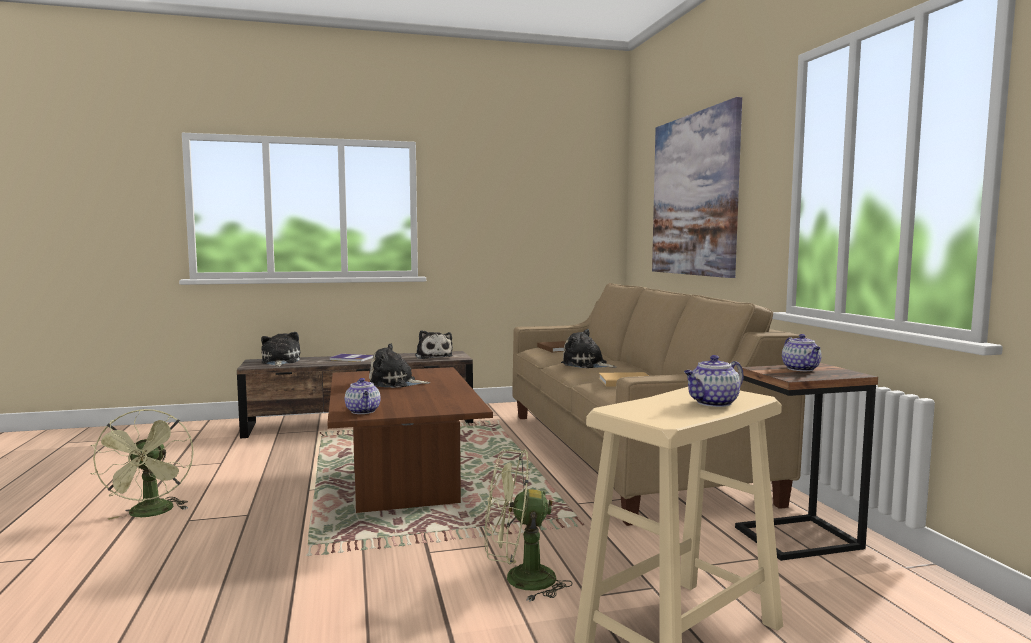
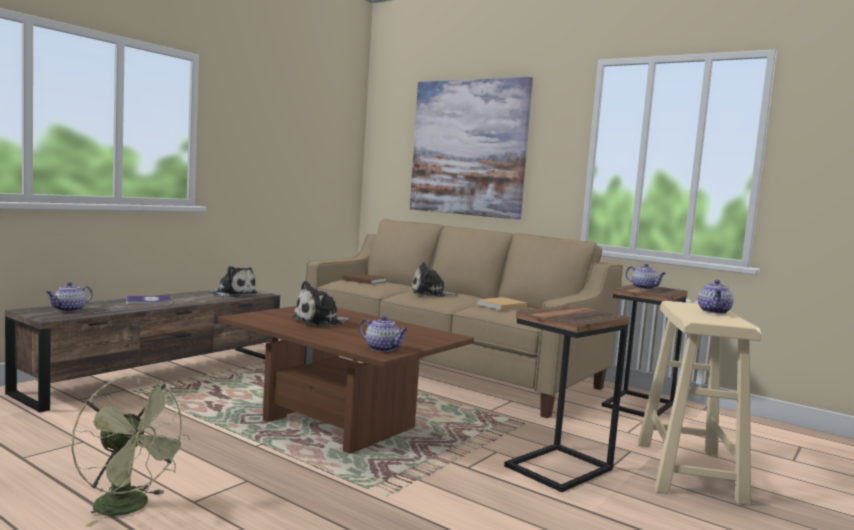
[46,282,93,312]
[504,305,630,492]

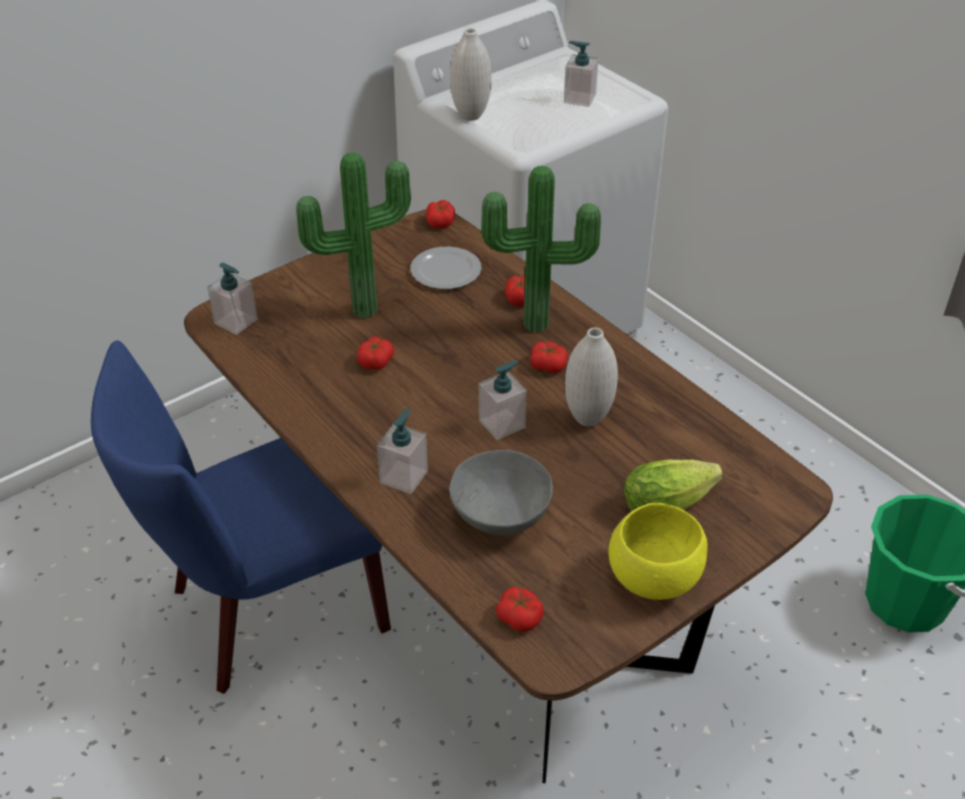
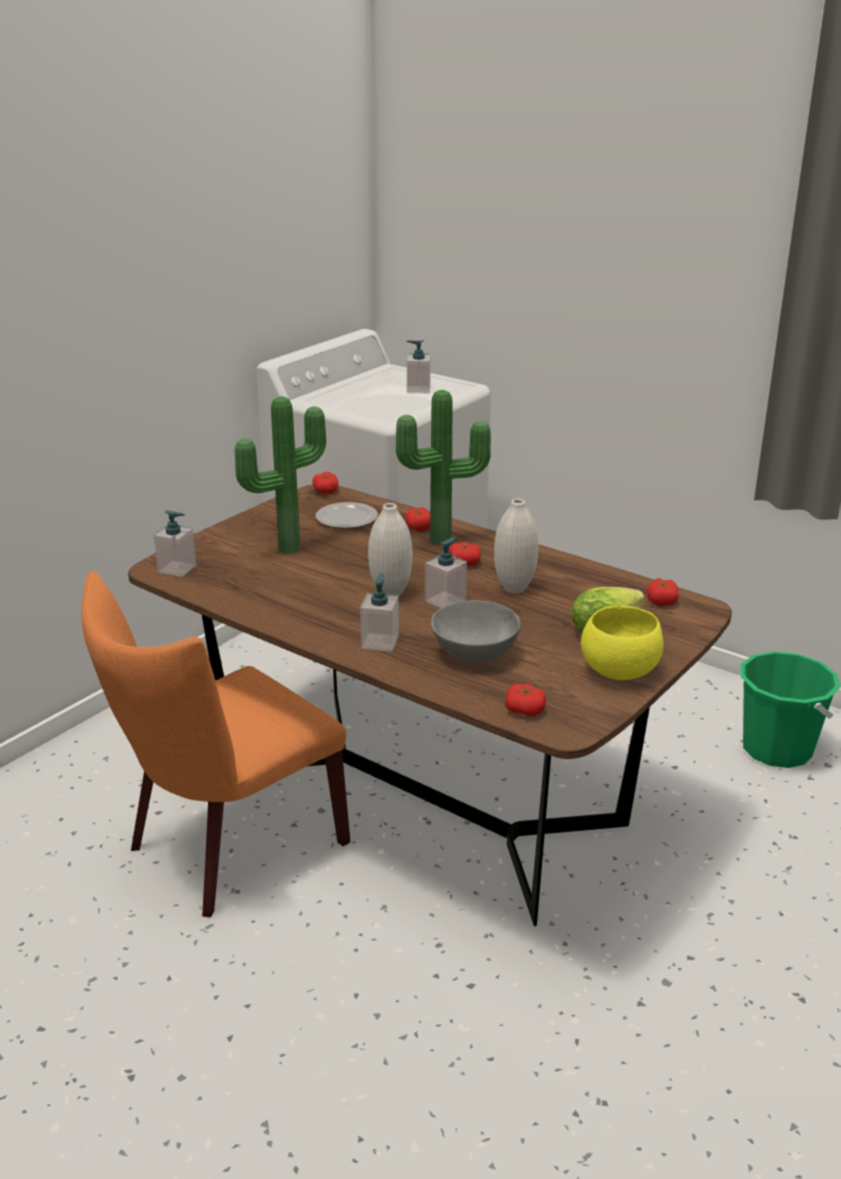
[647,578,679,606]
[368,503,412,597]
[82,571,350,917]

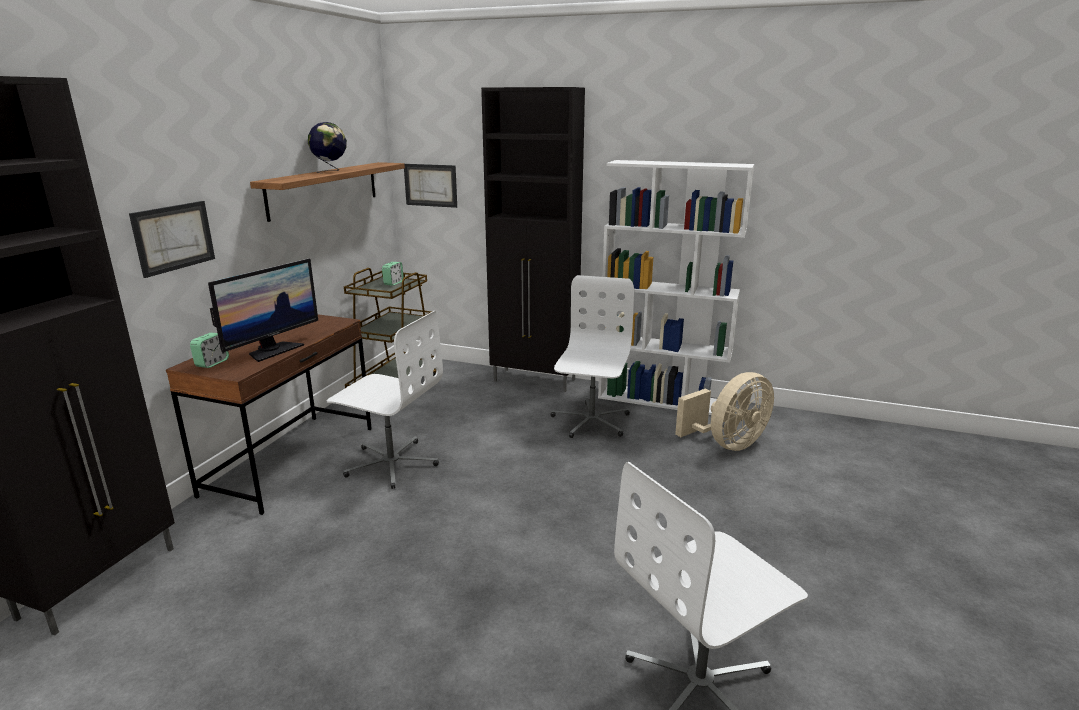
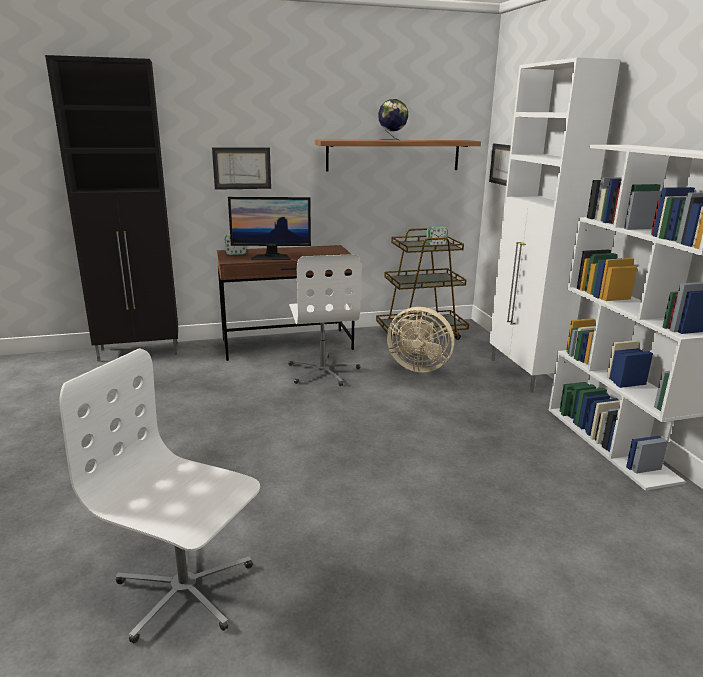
[551,275,634,438] (first image)
[387,307,454,373]
[489,58,621,393]

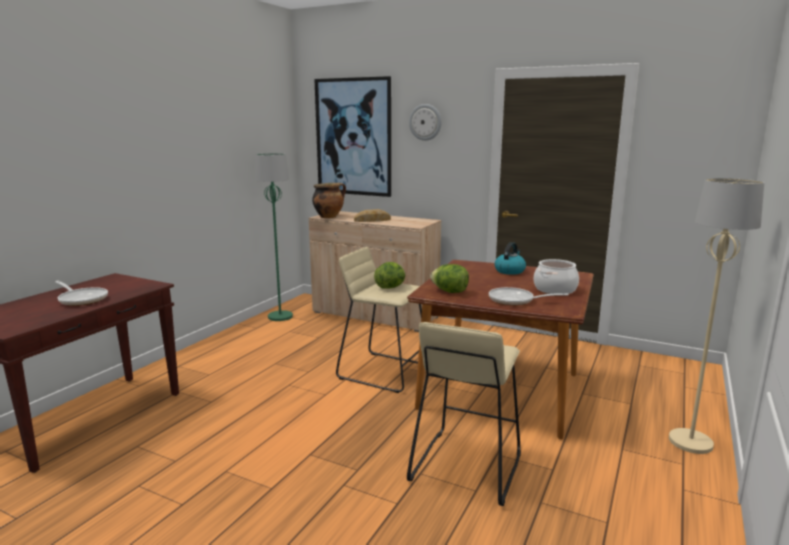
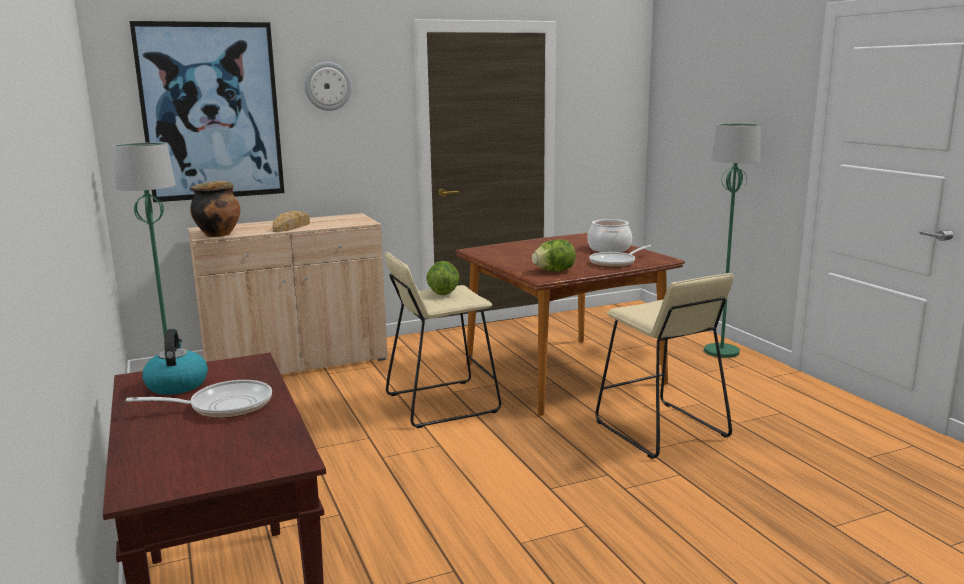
[142,329,208,395]
[704,123,761,358]

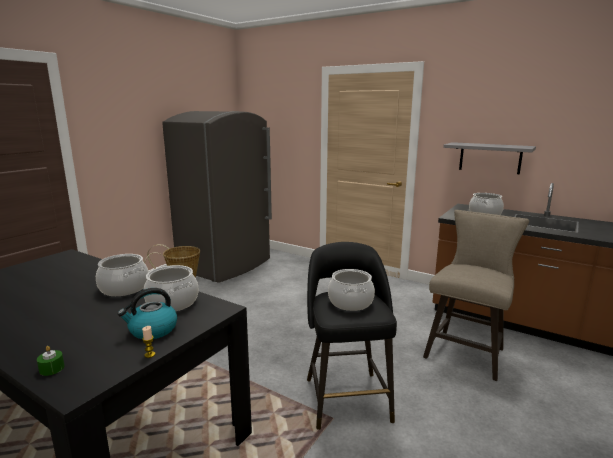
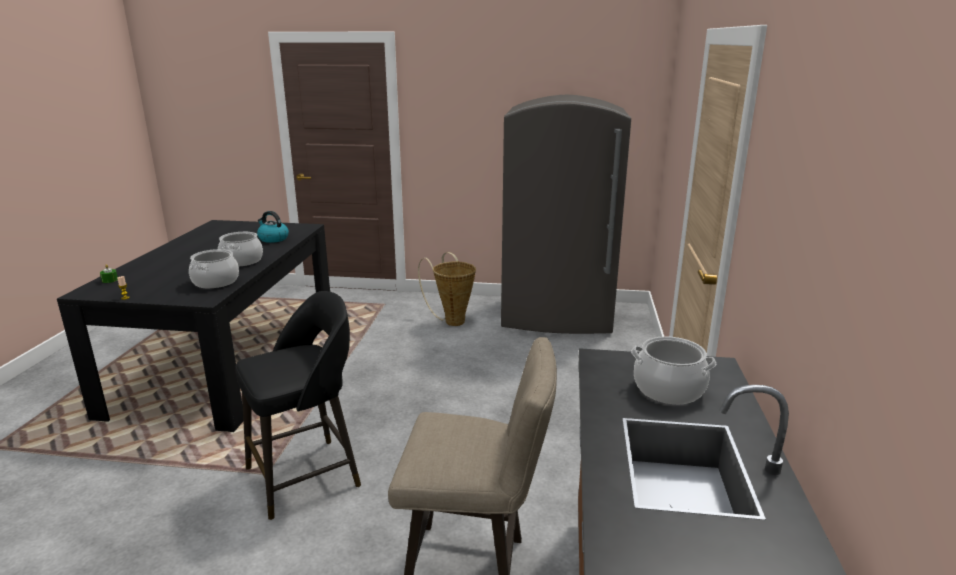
[328,269,375,311] (first image)
[443,142,536,174] (first image)
[257,211,289,243]

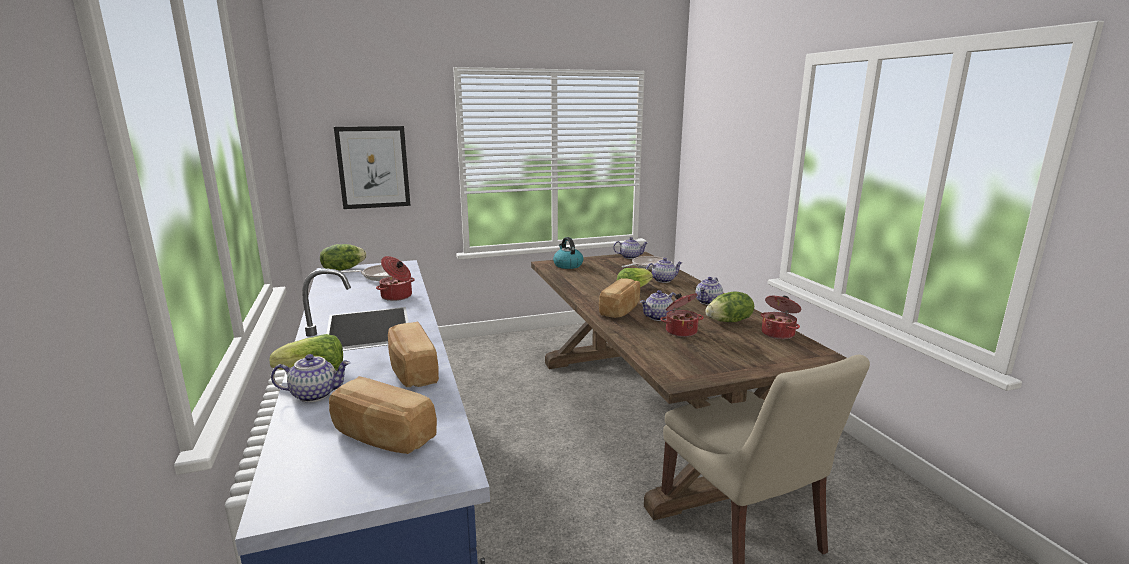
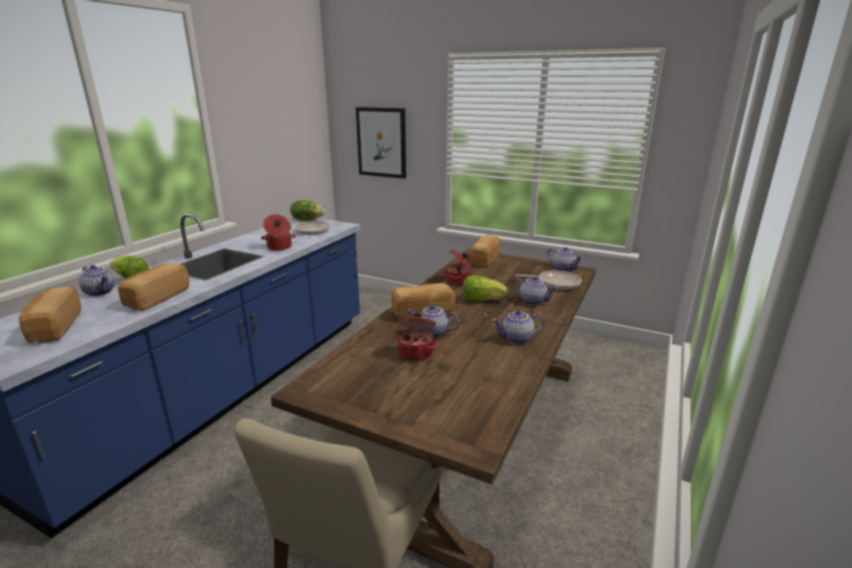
[705,292,754,322] (first image)
[445,249,472,286]
[470,235,500,267]

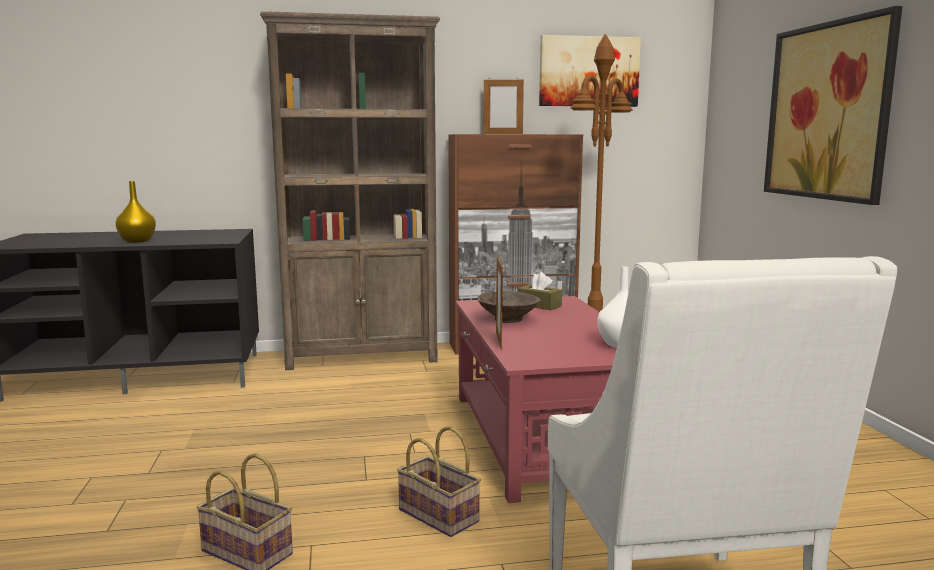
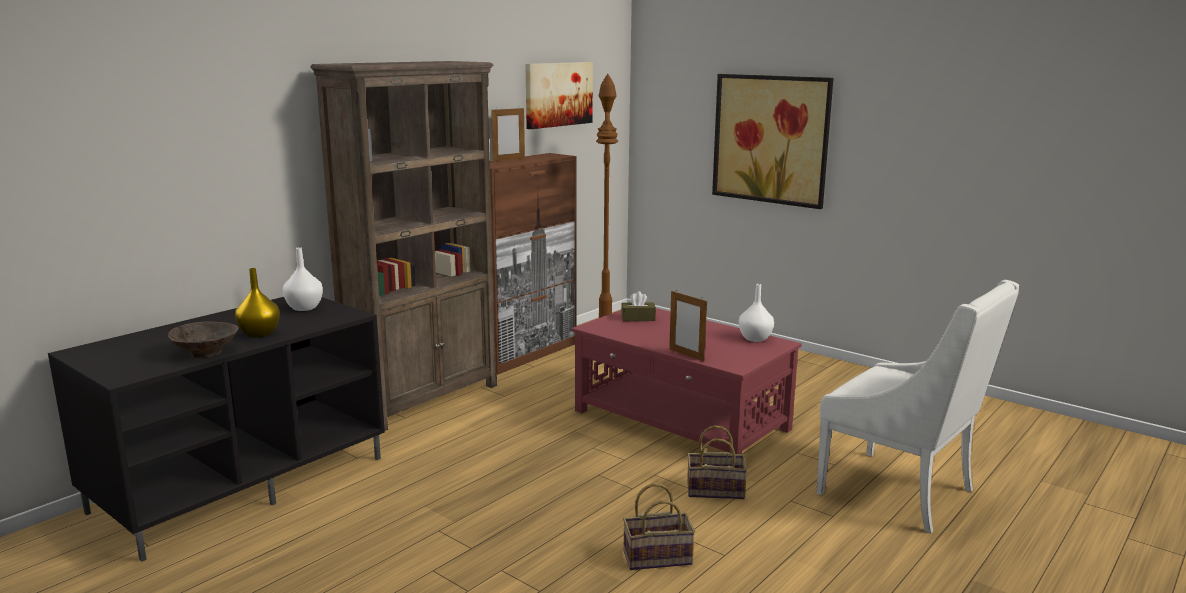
[283,247,323,311]
[168,322,239,358]

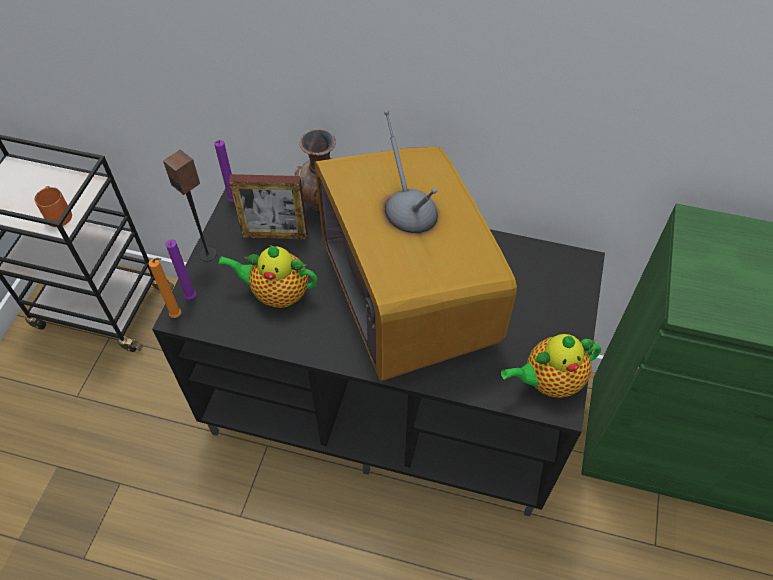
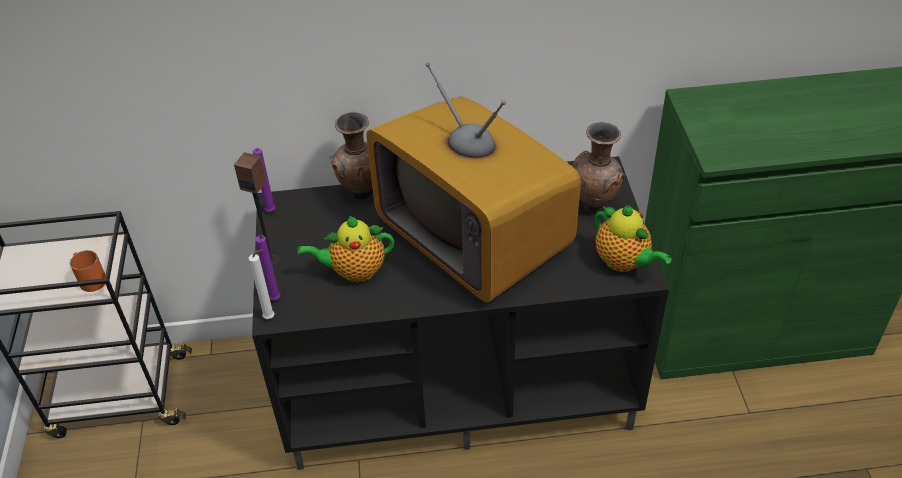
[229,174,308,240] (first image)
[572,122,625,213]
[249,249,275,319]
[595,205,672,272]

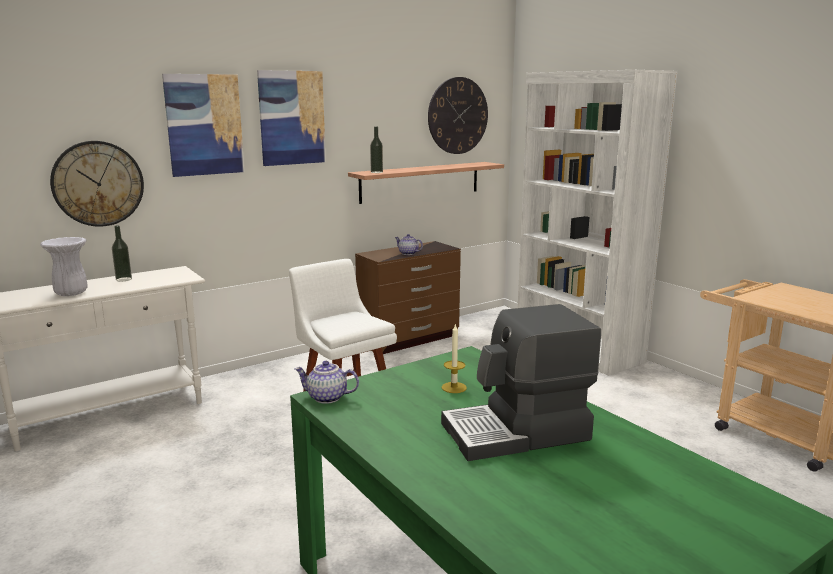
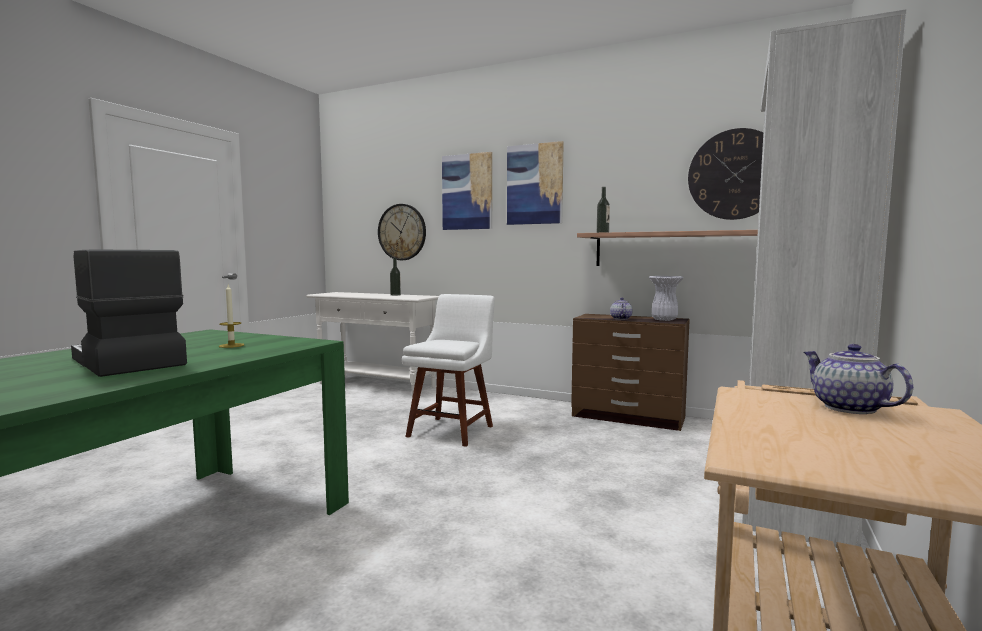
[649,276,684,321]
[804,344,913,414]

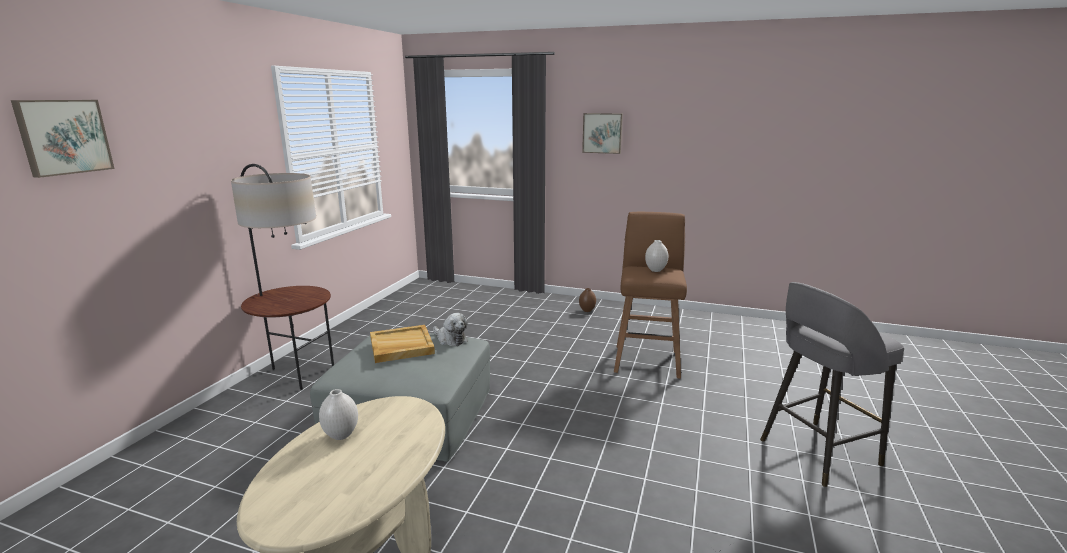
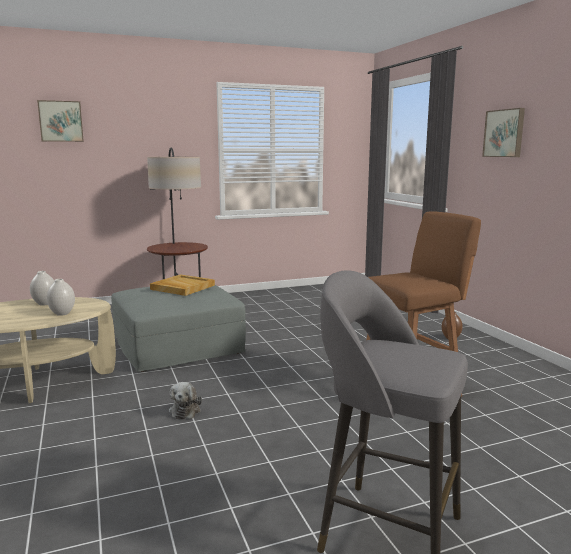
[169,382,202,419]
[47,279,75,316]

